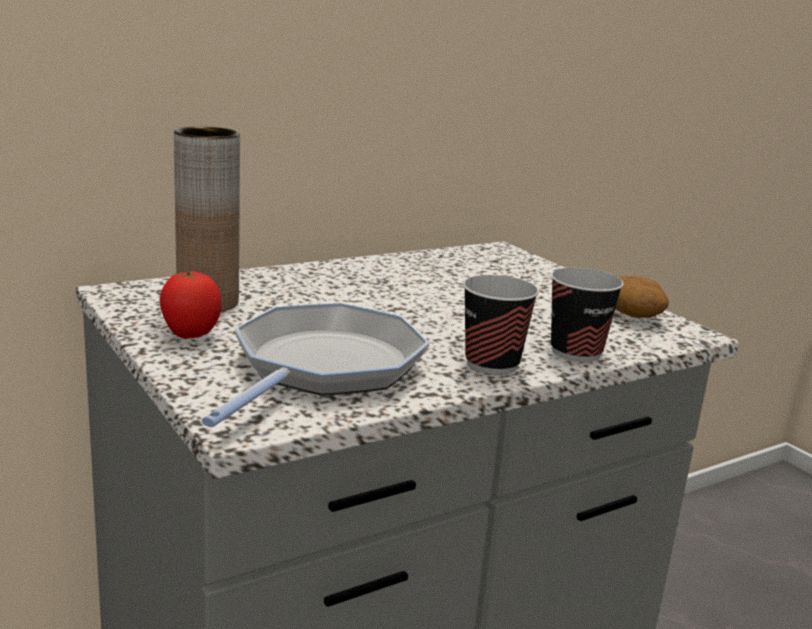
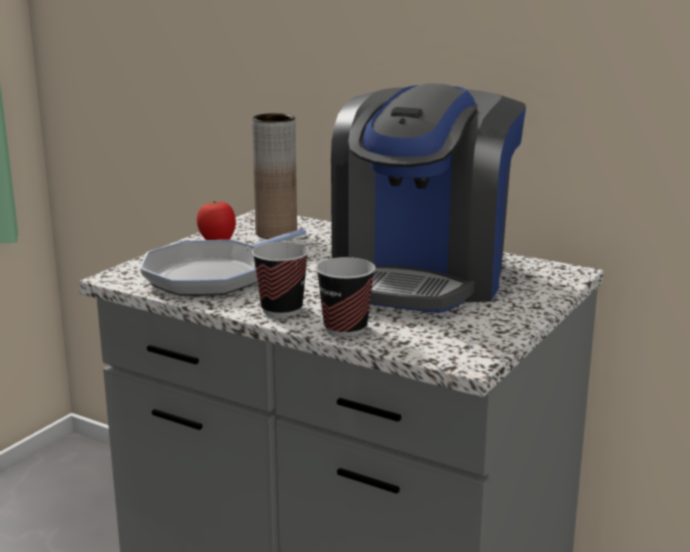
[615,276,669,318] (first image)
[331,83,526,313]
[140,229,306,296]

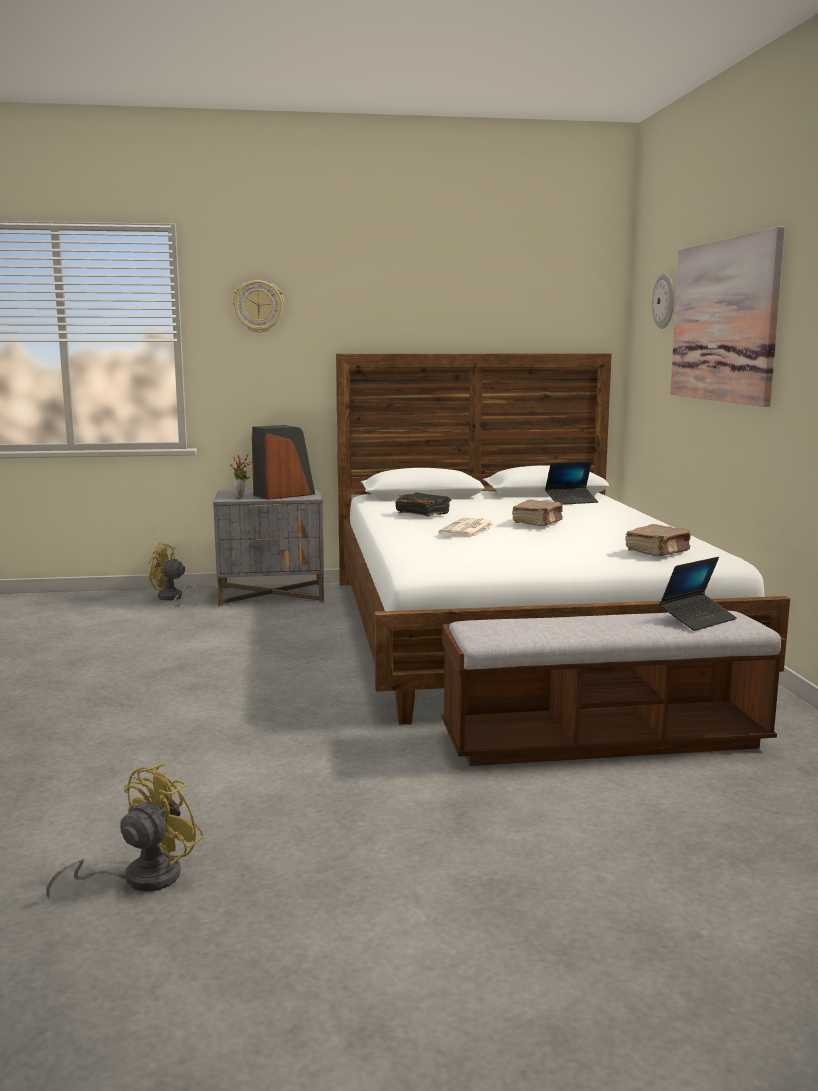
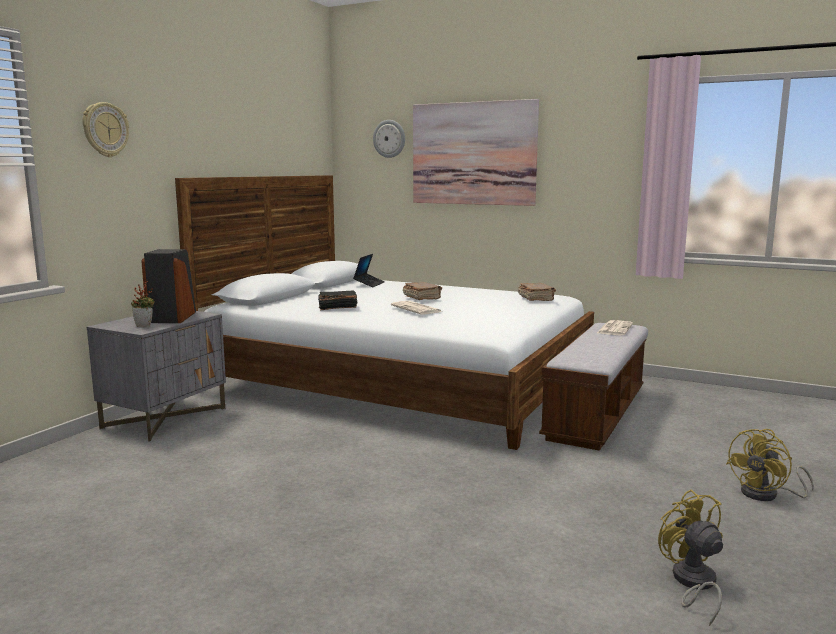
[726,429,814,501]
[597,320,633,335]

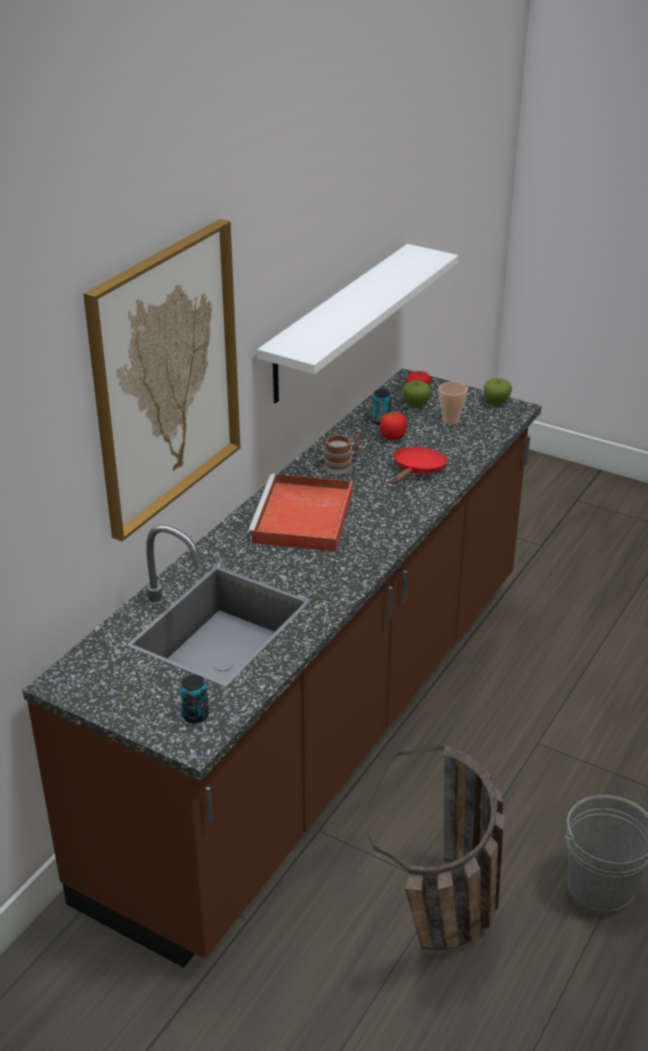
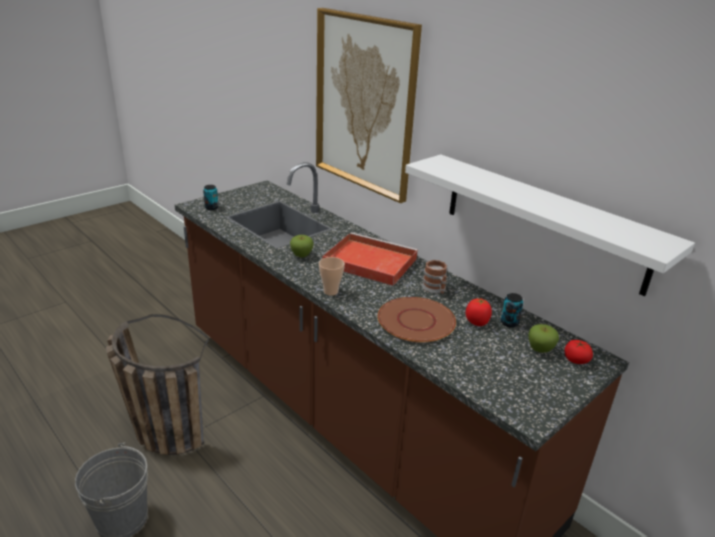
[319,257,345,296]
[290,235,314,258]
[378,297,456,343]

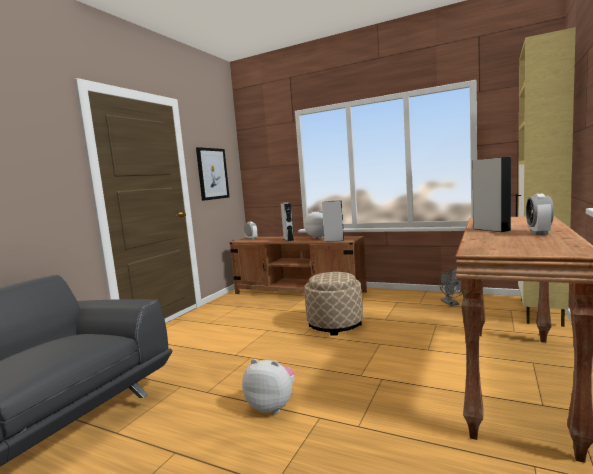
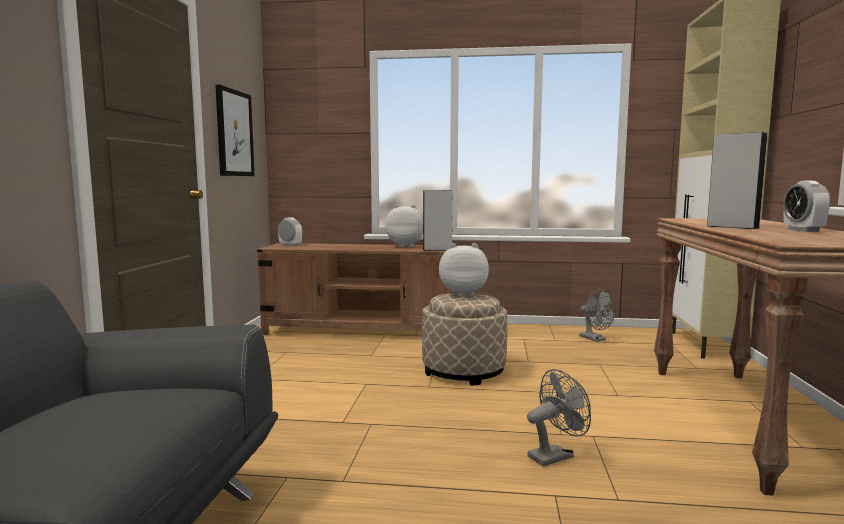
[281,203,294,242] (first image)
[527,369,591,467]
[439,243,489,297]

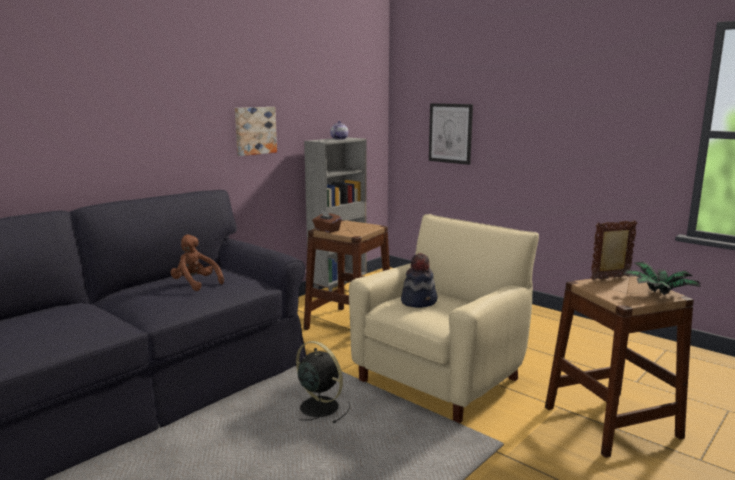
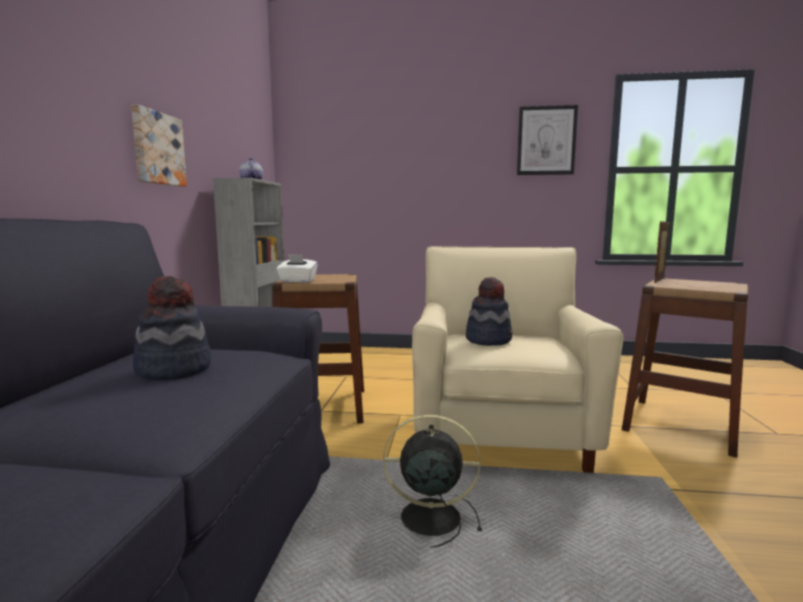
[623,262,702,295] (first image)
[517,105,578,175]
[133,276,211,380]
[277,254,318,283]

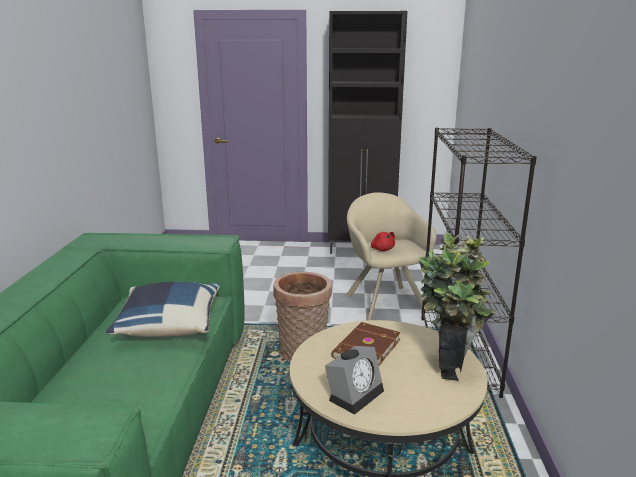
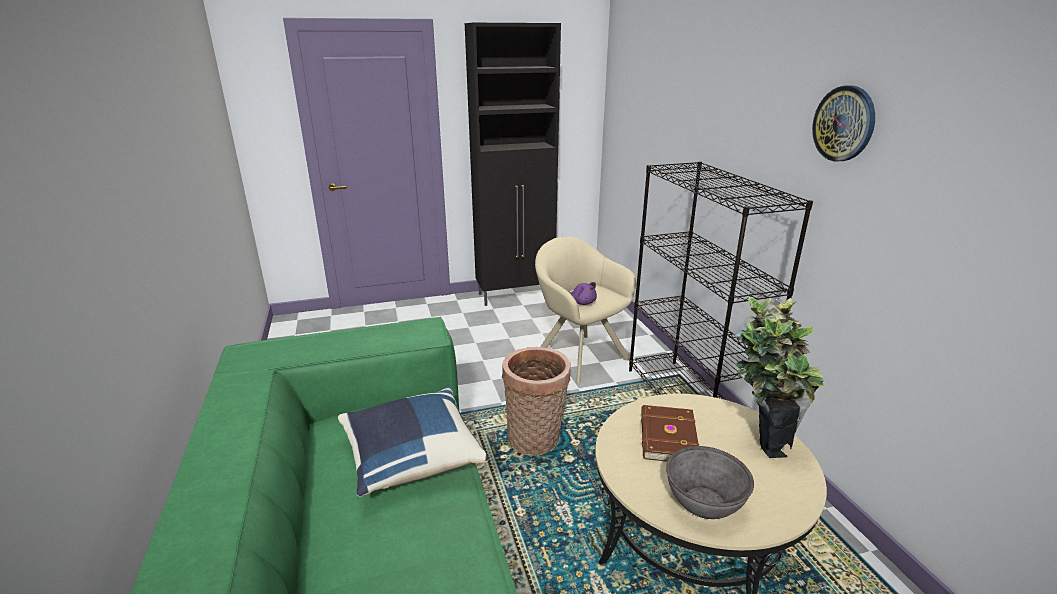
[812,85,875,161]
[666,446,754,519]
[568,282,597,305]

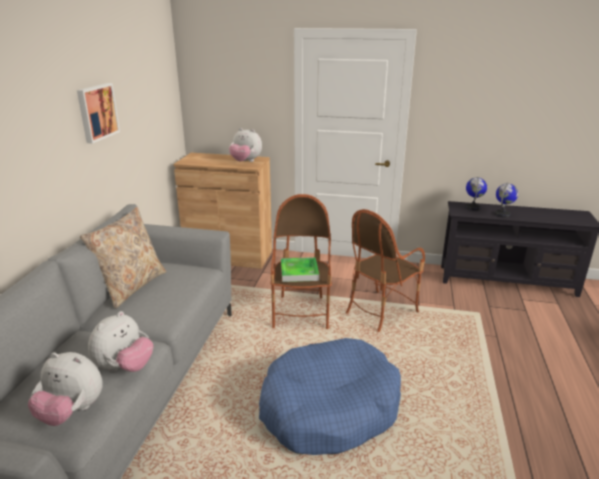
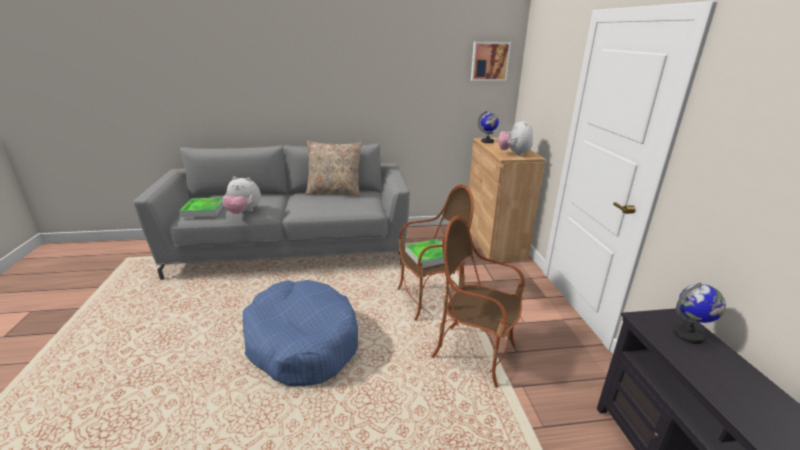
[471,42,511,81]
[478,110,499,143]
[179,198,224,217]

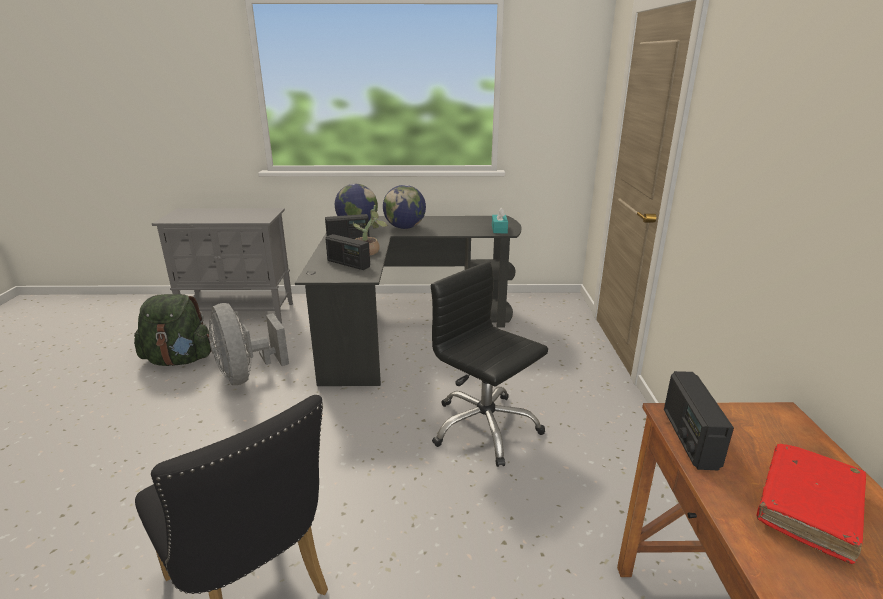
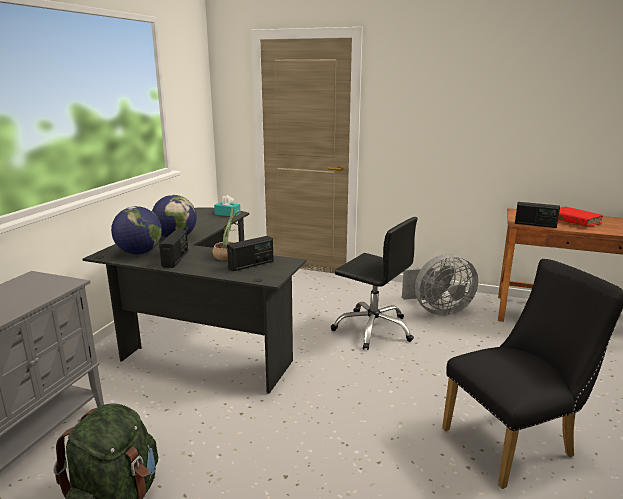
[402,254,478,316]
[331,217,418,350]

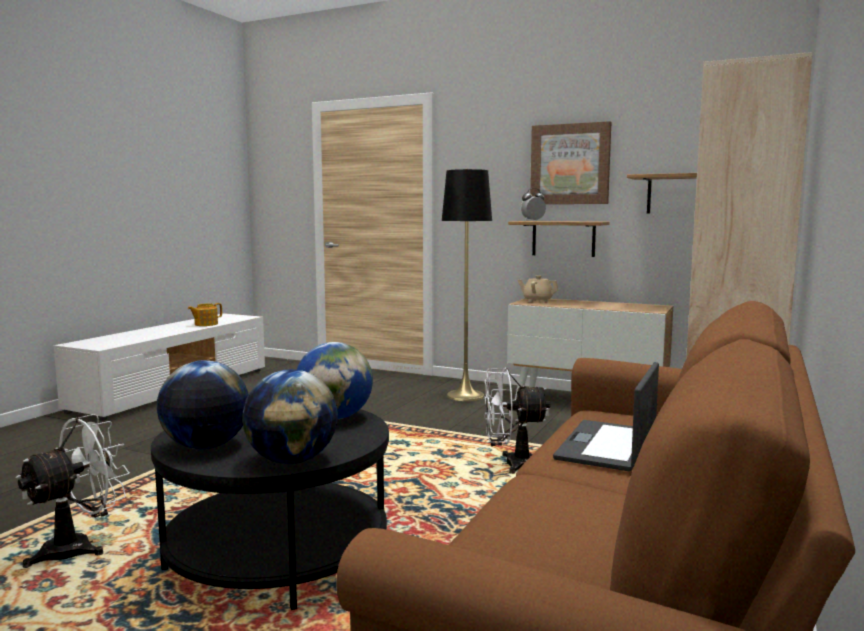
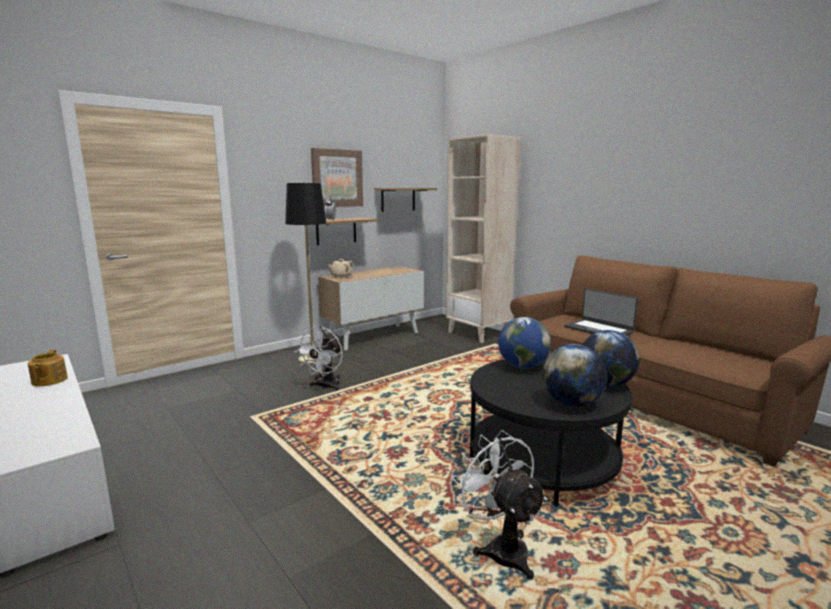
[295,326,344,391]

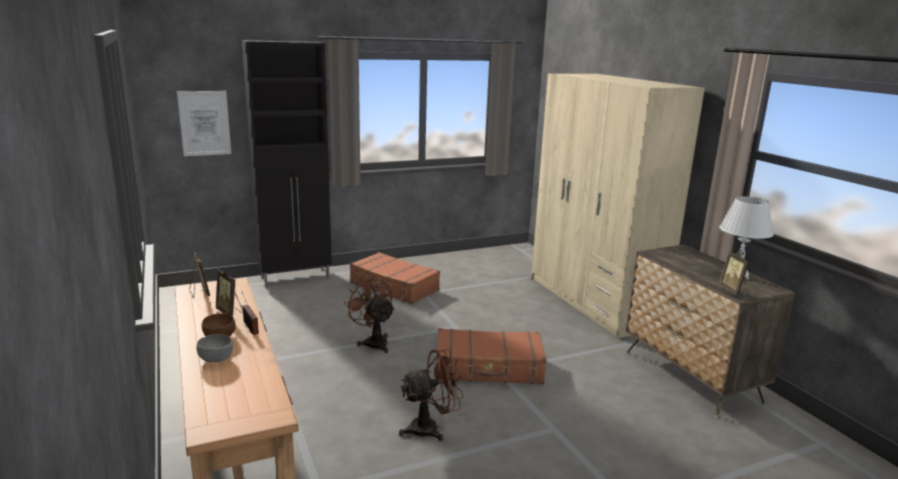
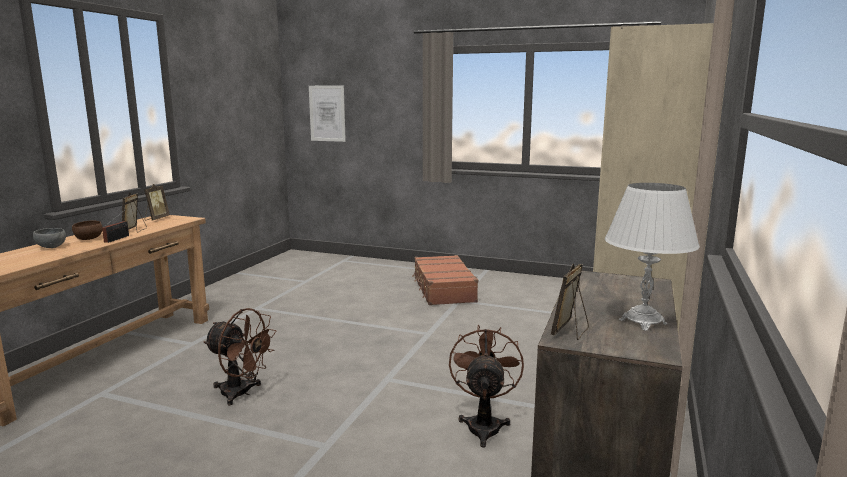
[242,40,332,287] (first image)
[436,328,547,384] (first image)
[449,324,524,448]

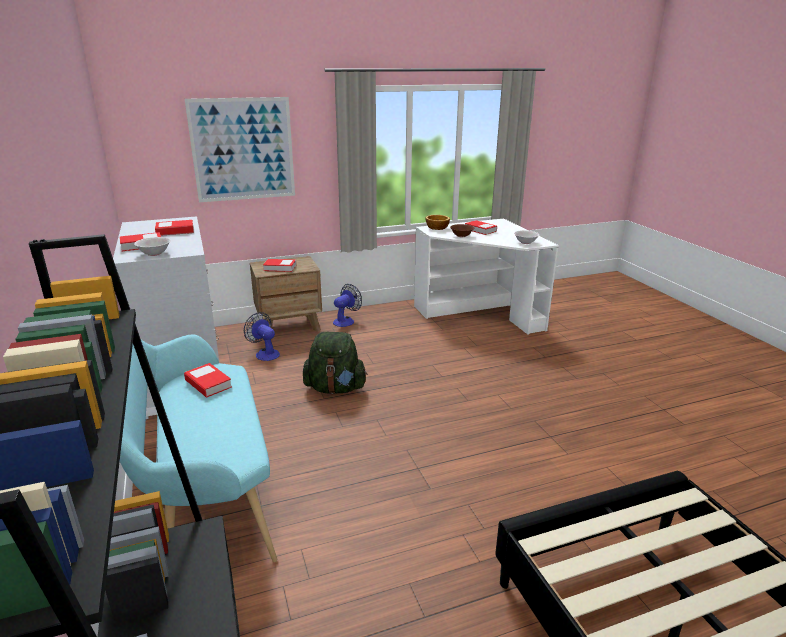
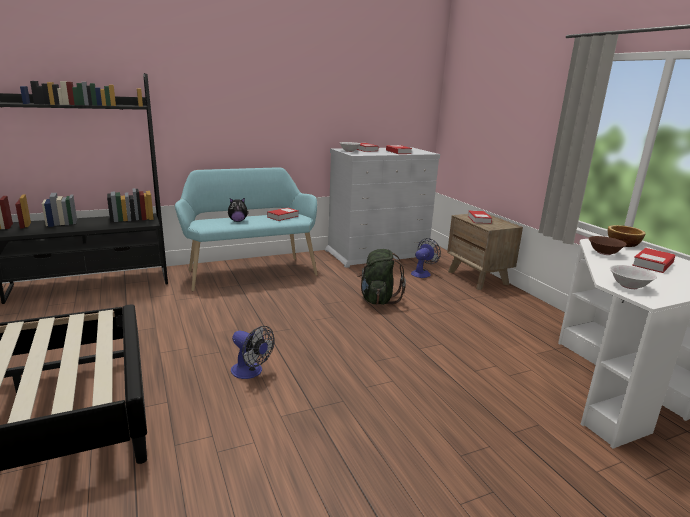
[185,97,295,202] (first image)
[228,198,249,222]
[231,326,275,379]

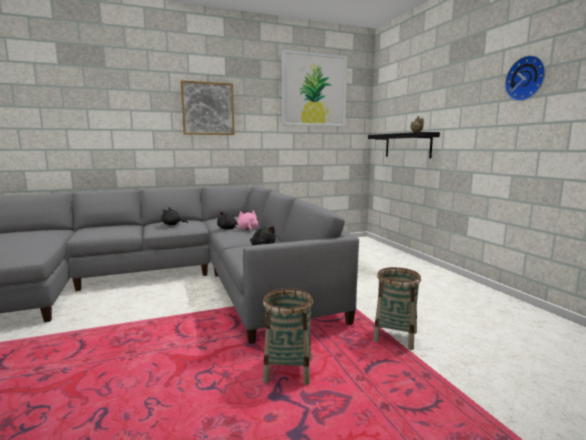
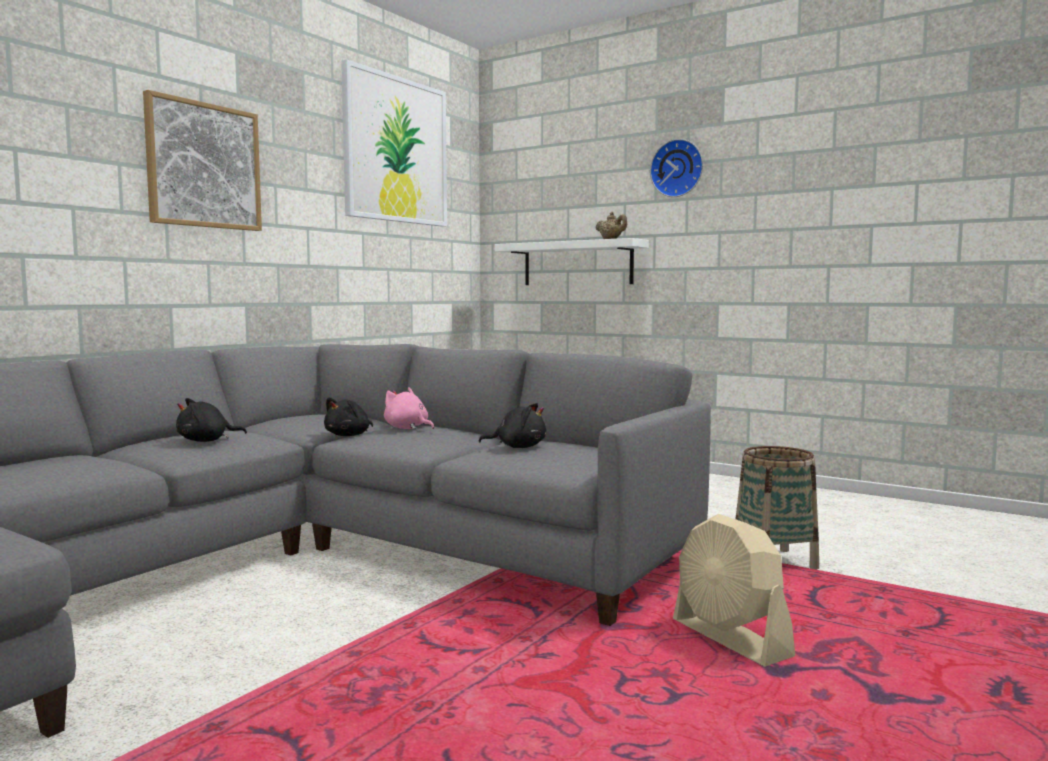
[650,139,703,197]
[673,514,795,667]
[495,238,649,285]

